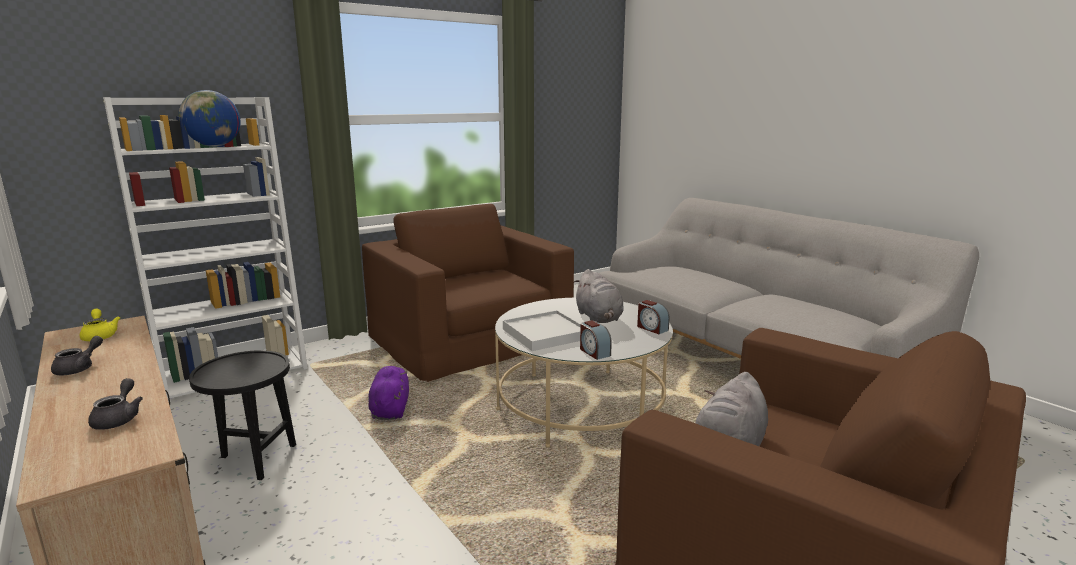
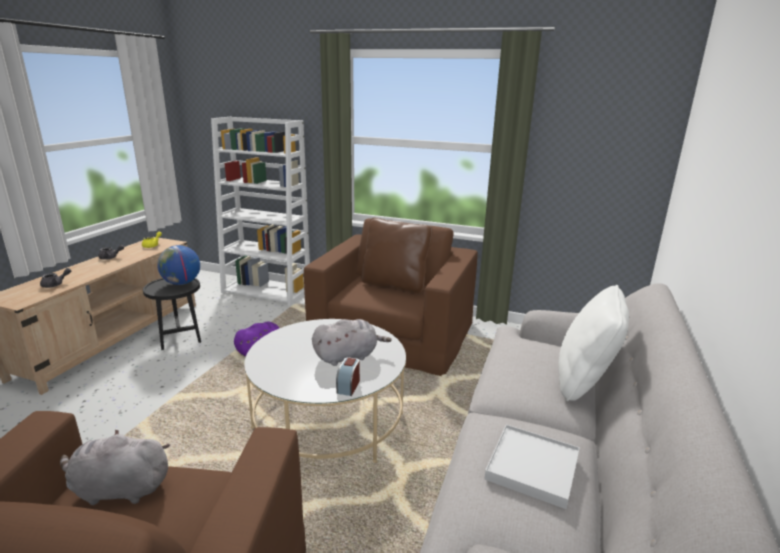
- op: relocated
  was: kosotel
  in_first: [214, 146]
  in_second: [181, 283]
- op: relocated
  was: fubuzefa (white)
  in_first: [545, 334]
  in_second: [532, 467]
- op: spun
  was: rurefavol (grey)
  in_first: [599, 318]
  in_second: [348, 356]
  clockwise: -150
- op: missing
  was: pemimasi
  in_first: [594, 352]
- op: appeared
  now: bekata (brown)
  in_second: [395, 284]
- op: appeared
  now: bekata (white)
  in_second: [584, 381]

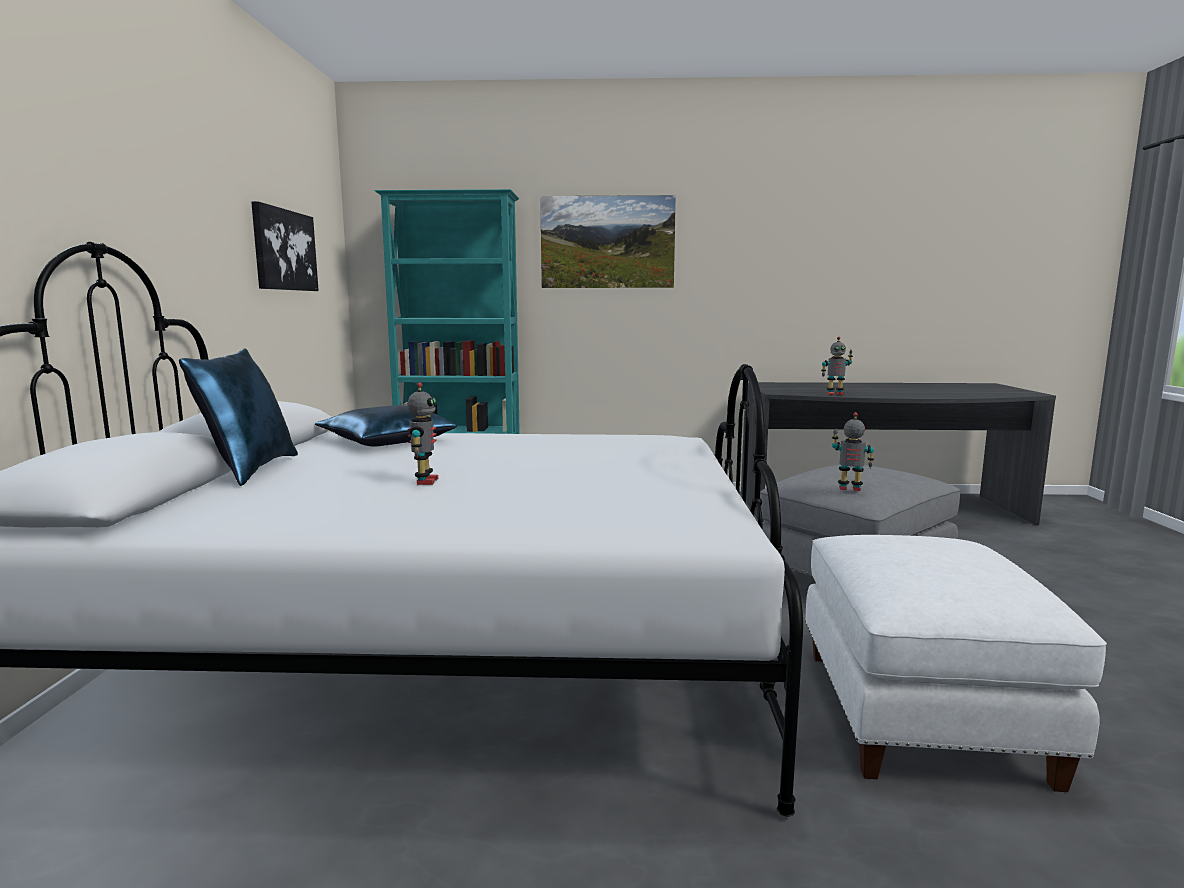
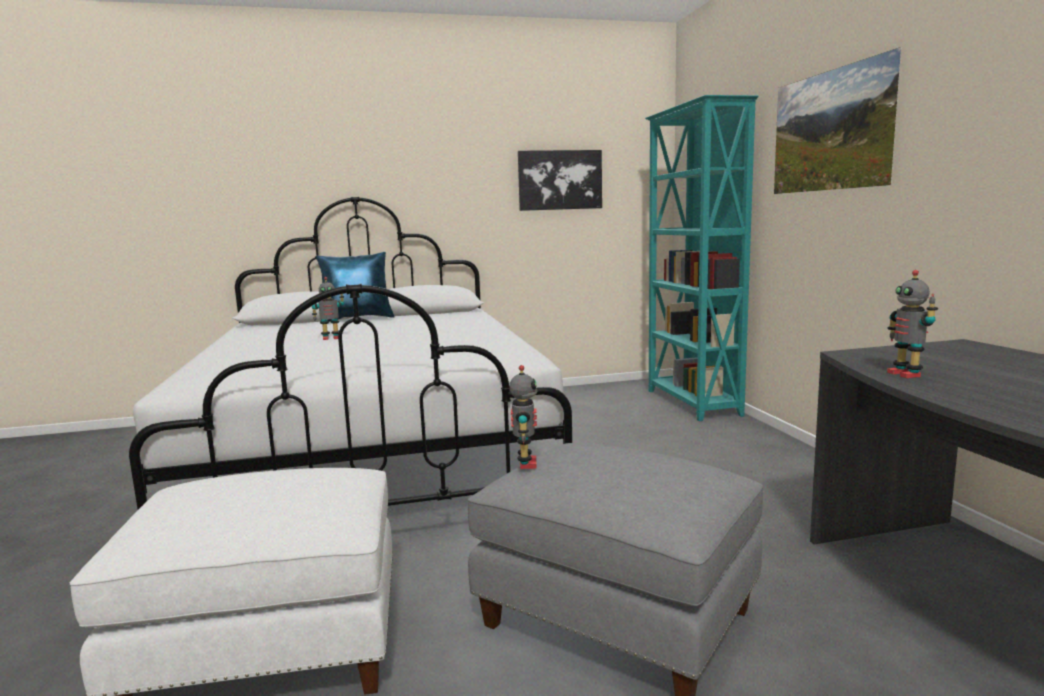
- op: missing
  was: bekata (blue)
  in_first: [387, 441]

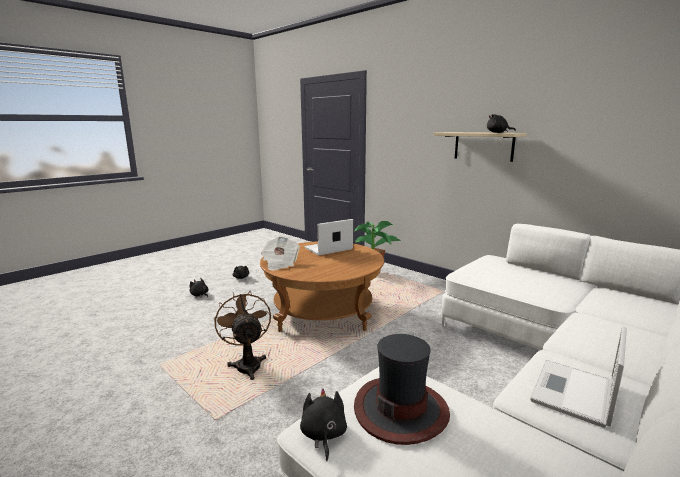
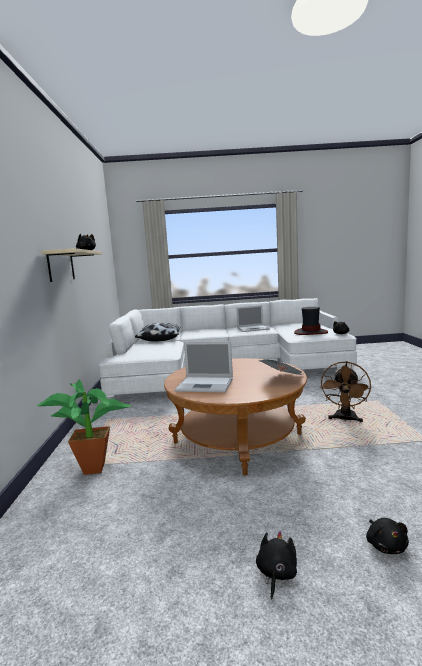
- op: appeared
  now: bekata
  in_second: [160, 339]

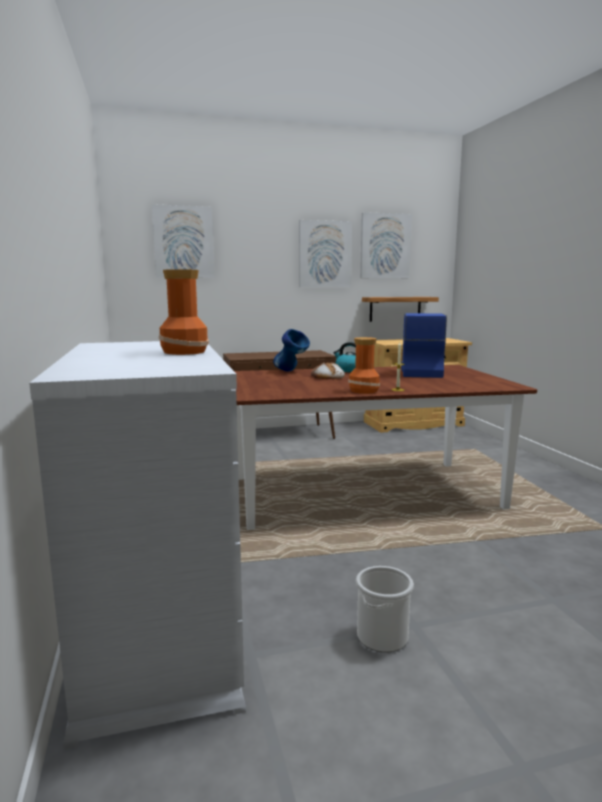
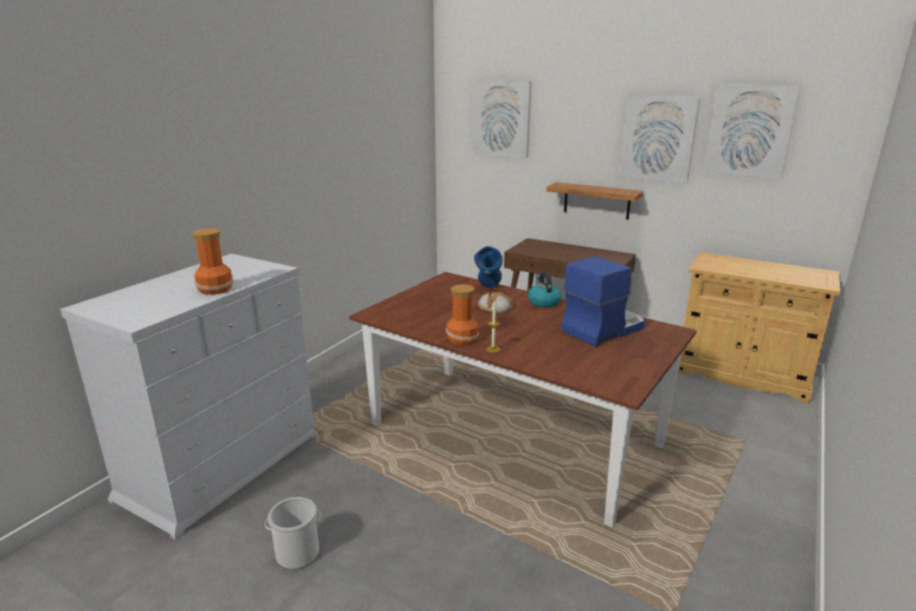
- op: relocated
  was: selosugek
  in_first: [395, 309]
  in_second: [596, 200]

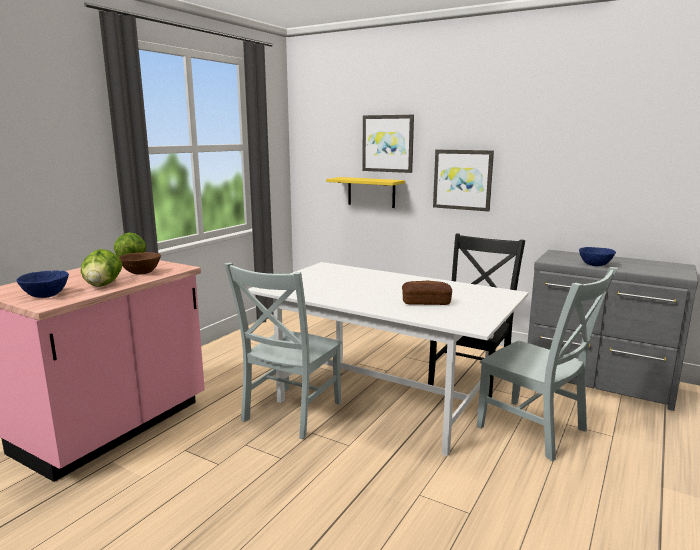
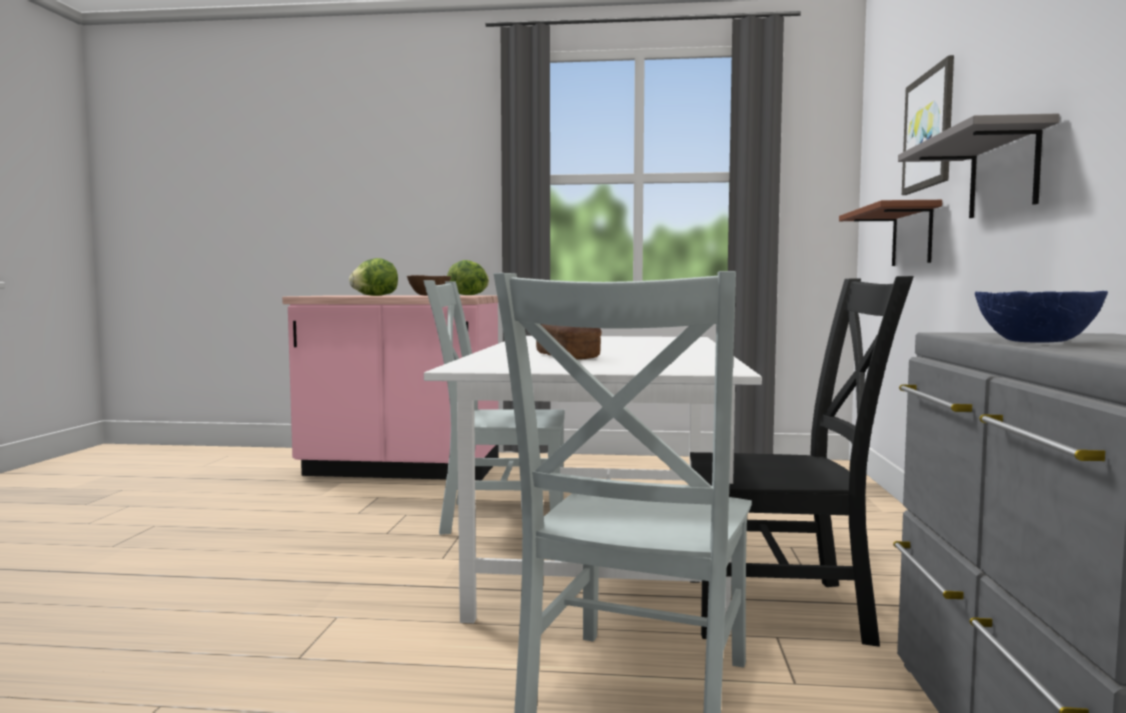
- op: missing
  was: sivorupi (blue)
  in_first: [46, 295]
- op: colour
  was: selosugek (yellow)
  now: selosugek (brown)
  in_first: [371, 192]
  in_second: [912, 236]
- op: exchanged
  was: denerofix
  now: selosugek (grey)
  in_first: [462, 179]
  in_second: [1003, 173]

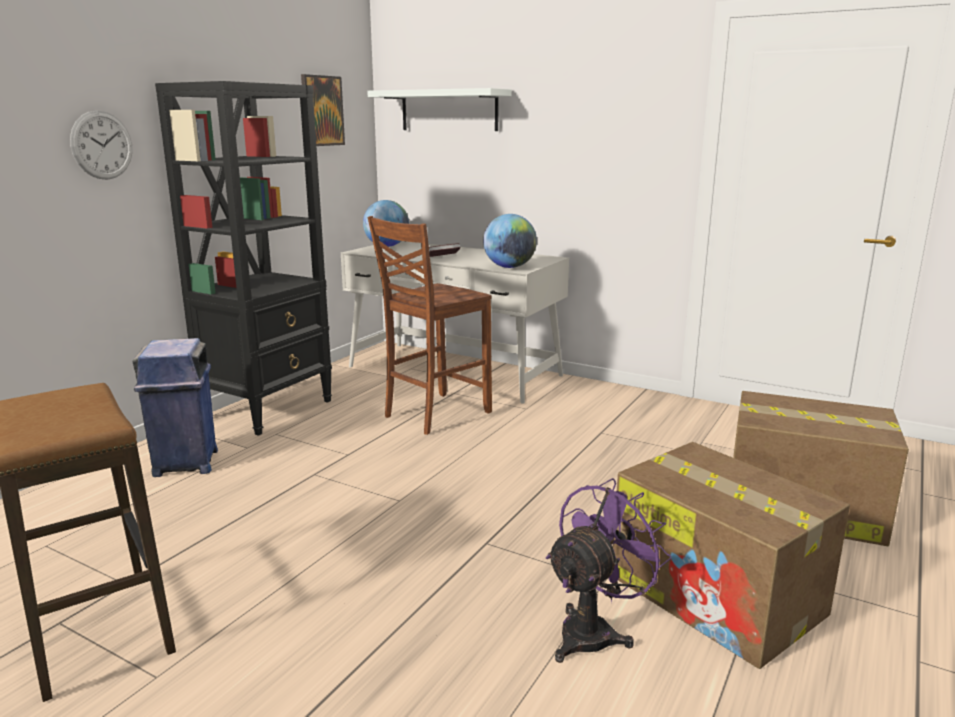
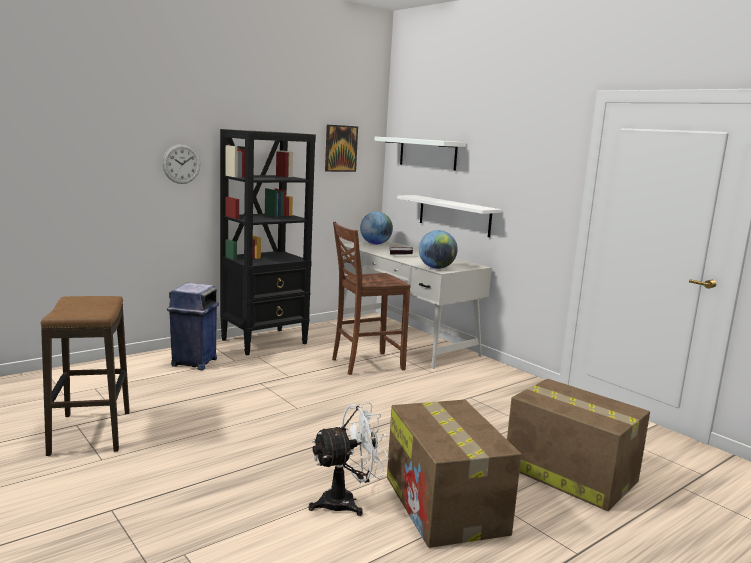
- op: colour
  was: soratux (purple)
  now: soratux (white)
  in_first: [594, 631]
  in_second: [346, 502]
- op: appeared
  now: selosugek (white)
  in_second: [454, 215]

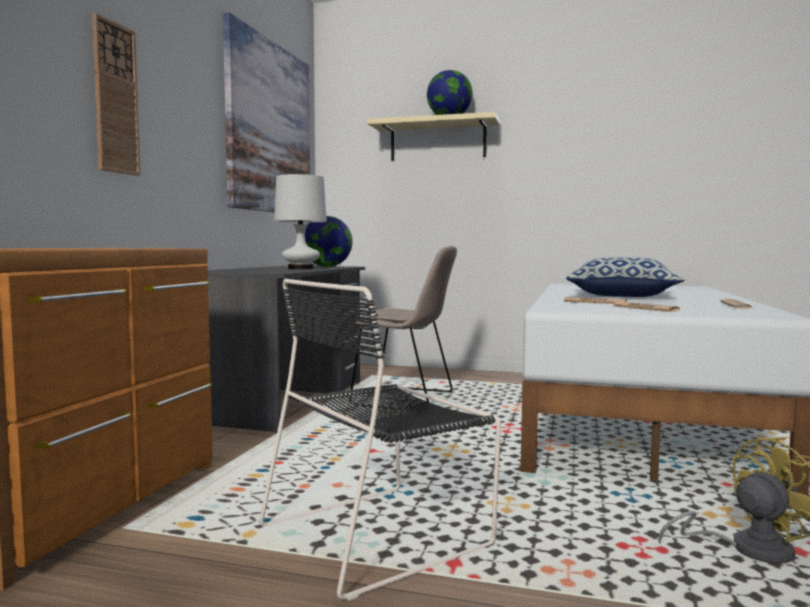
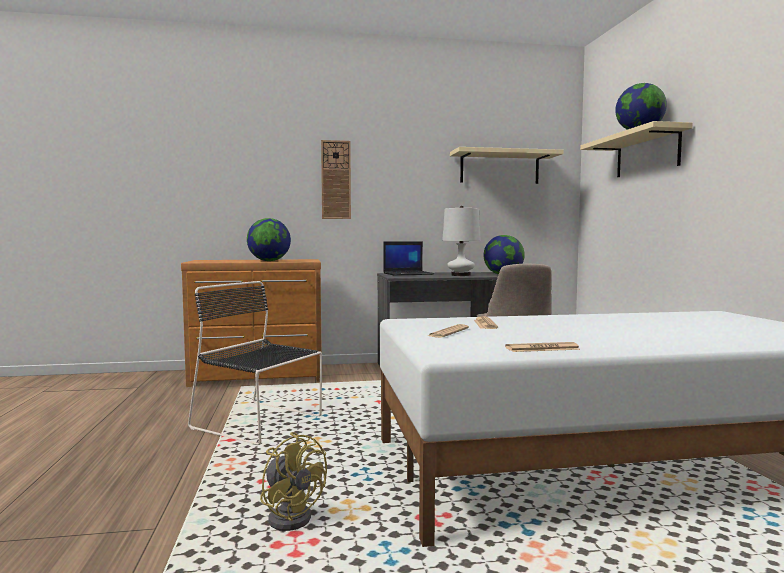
- op: exchanged
  was: denerofix
  now: selosugek (beige)
  in_first: [269, 128]
  in_second: [499, 168]
- op: missing
  was: bekata
  in_first: [622, 296]
- op: appeared
  now: kosotel
  in_second: [269, 261]
- op: appeared
  now: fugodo
  in_second: [408, 274]

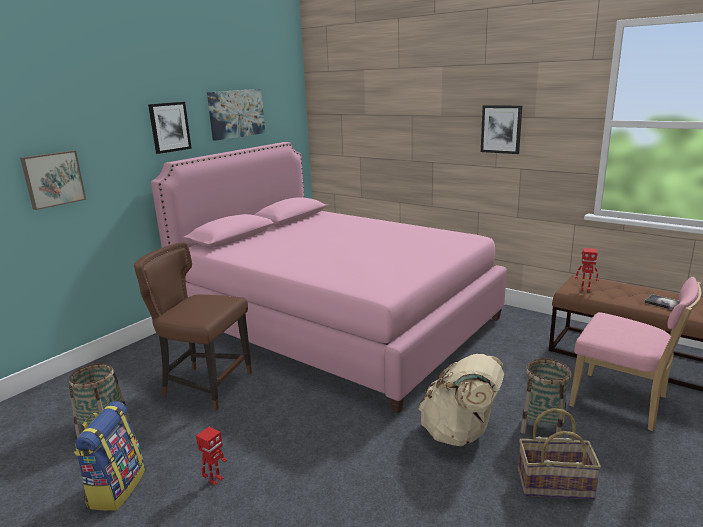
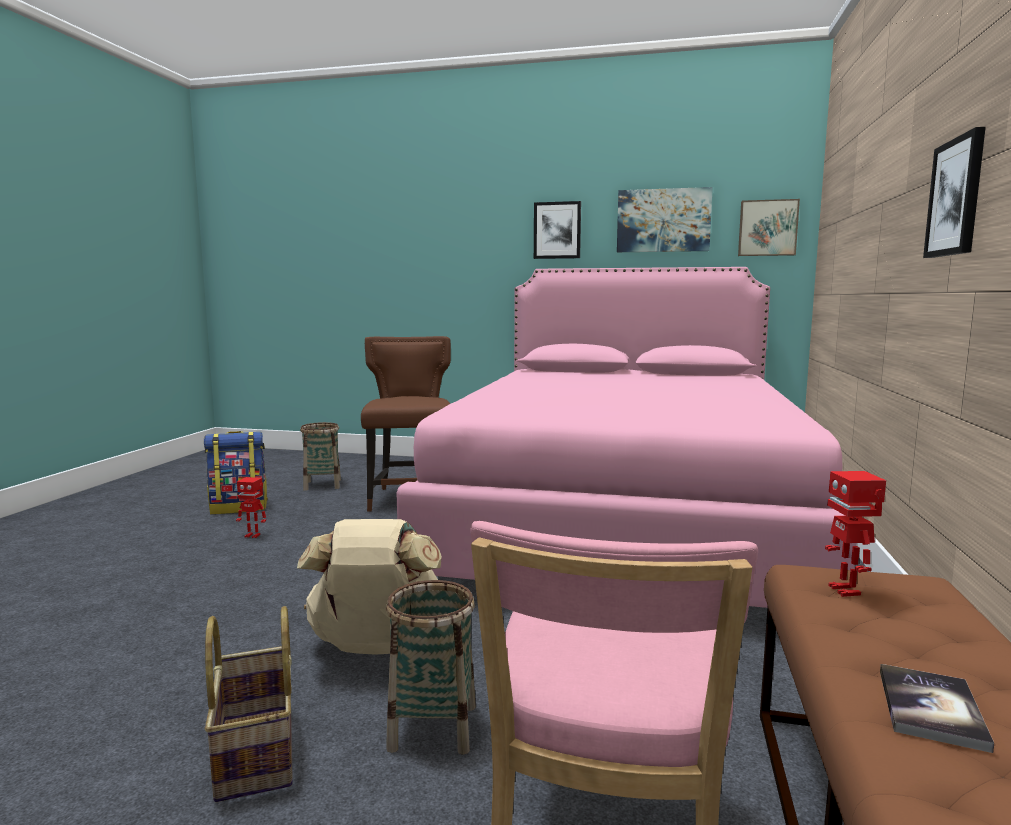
- op: relocated
  was: denerofix
  in_first: [53, 179]
  in_second: [767, 228]

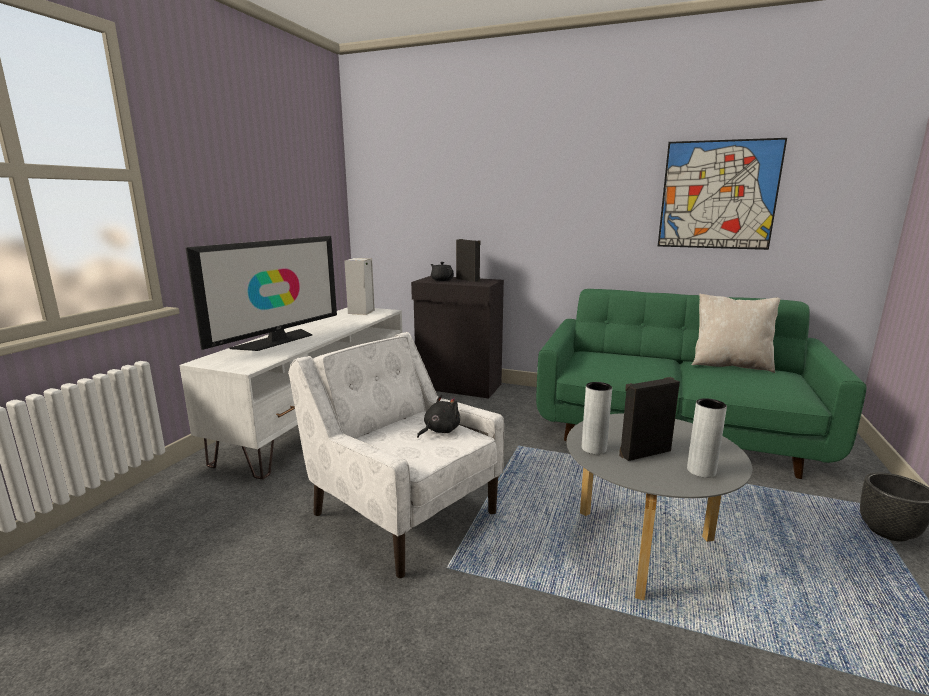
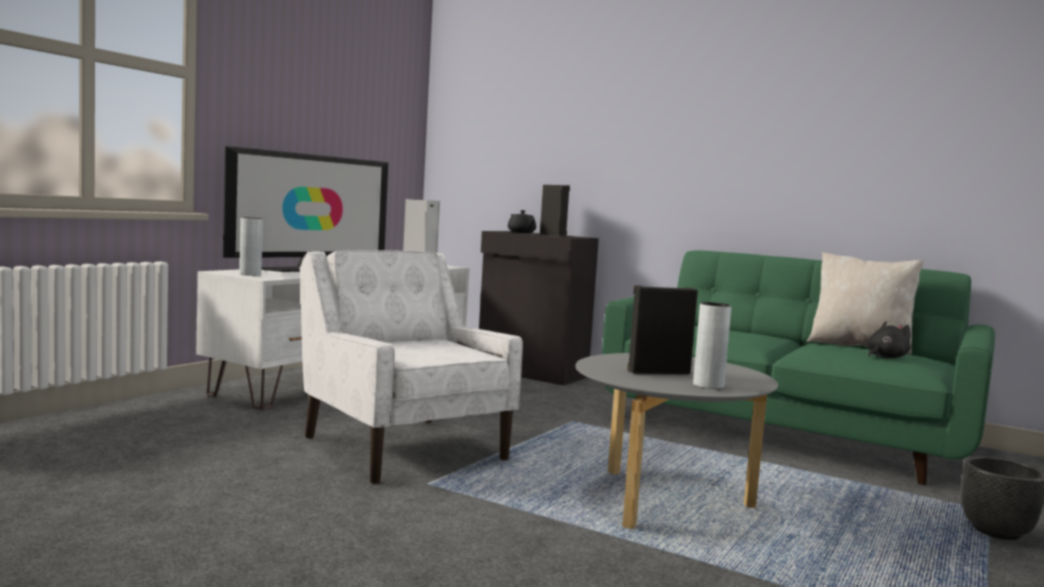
- op: relocated
  was: rurefavol (black)
  in_first: [439, 431]
  in_second: [885, 357]
- op: relocated
  was: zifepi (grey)
  in_first: [594, 448]
  in_second: [250, 274]
- op: missing
  was: denerofix
  in_first: [718, 195]

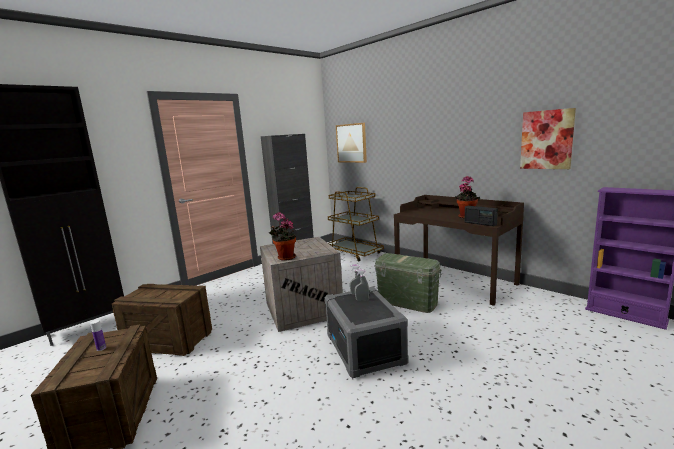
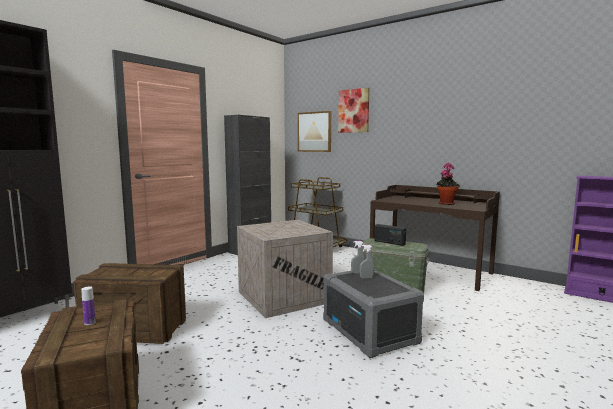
- op: missing
  was: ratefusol
  in_first: [285, 258]
- op: relocated
  was: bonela
  in_first: [480, 223]
  in_second: [389, 242]
- op: relocated
  was: denerofix
  in_first: [546, 140]
  in_second: [353, 111]

